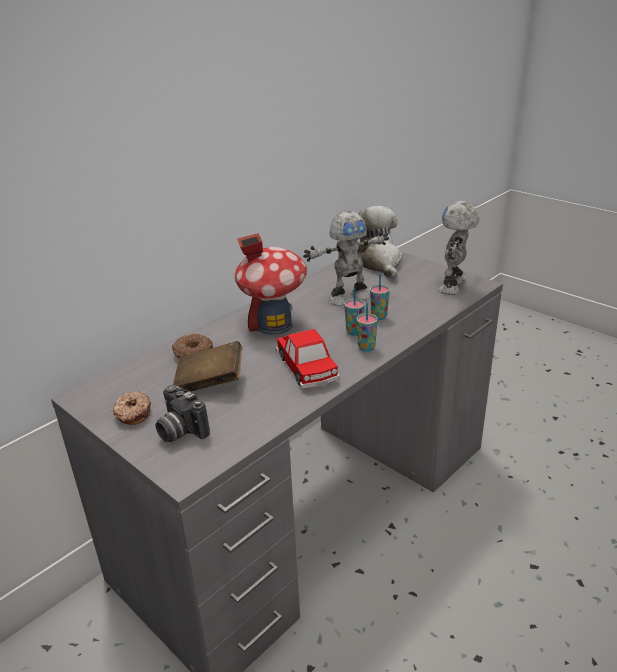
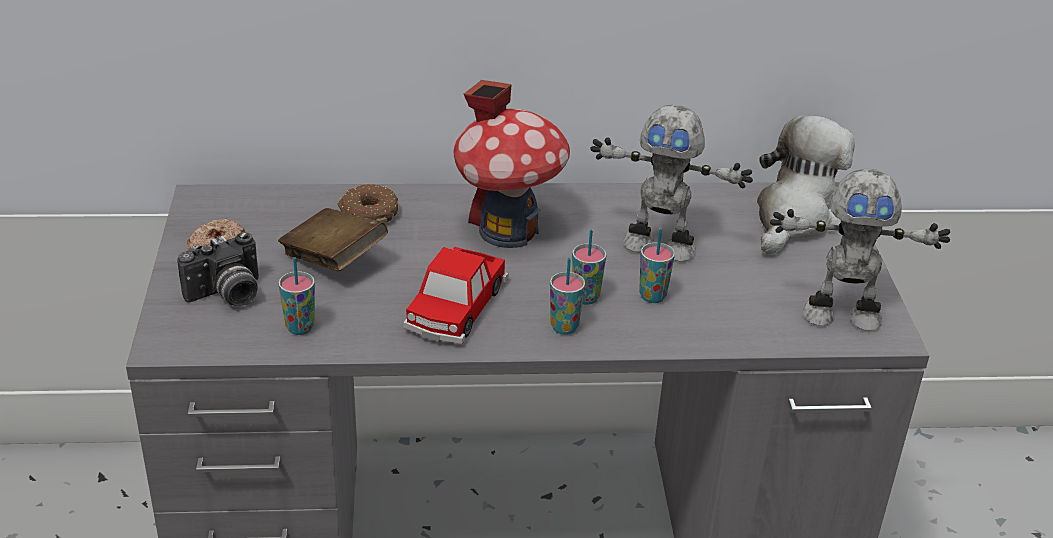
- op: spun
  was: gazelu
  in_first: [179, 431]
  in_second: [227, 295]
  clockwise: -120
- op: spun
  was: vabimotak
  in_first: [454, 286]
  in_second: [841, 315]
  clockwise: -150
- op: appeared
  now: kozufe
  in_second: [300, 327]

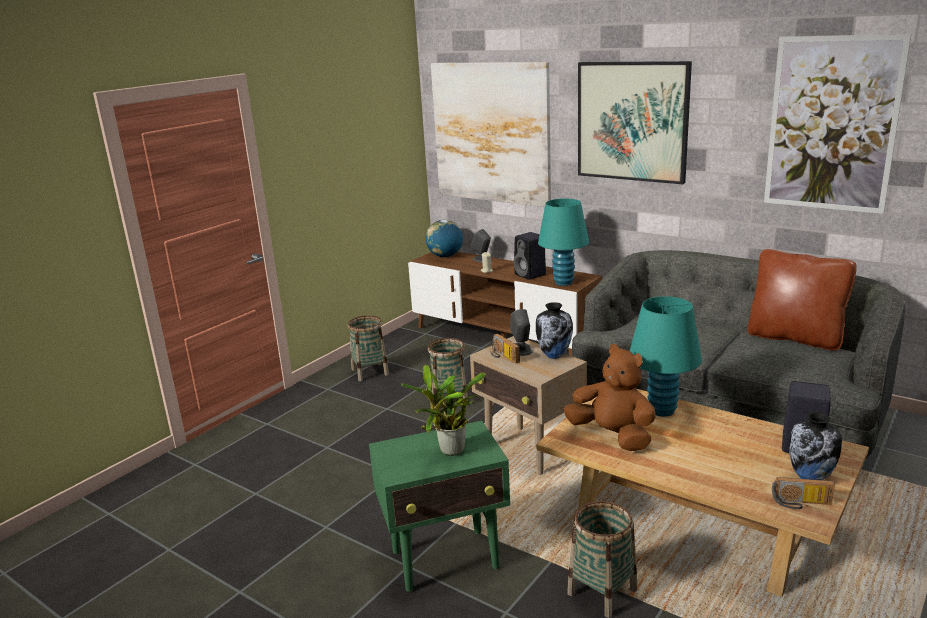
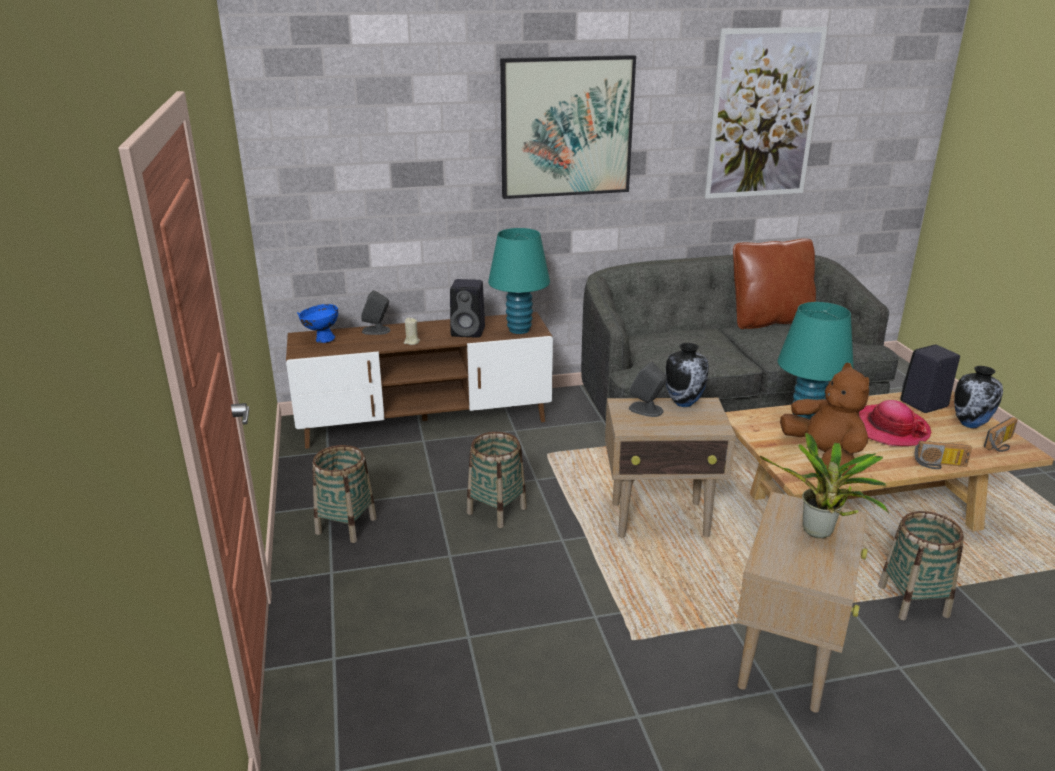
- op: colour
  was: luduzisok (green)
  now: luduzisok (beige)
  in_first: [446, 559]
  in_second: [787, 660]
- op: exchanged
  was: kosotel
  now: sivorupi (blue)
  in_first: [445, 256]
  in_second: [321, 339]
- op: missing
  was: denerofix
  in_first: [491, 133]
- op: relocated
  was: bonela
  in_first: [502, 356]
  in_second: [939, 465]
- op: spun
  was: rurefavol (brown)
  in_first: [613, 436]
  in_second: [823, 457]
  clockwise: 75
- op: appeared
  now: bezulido
  in_second: [888, 429]

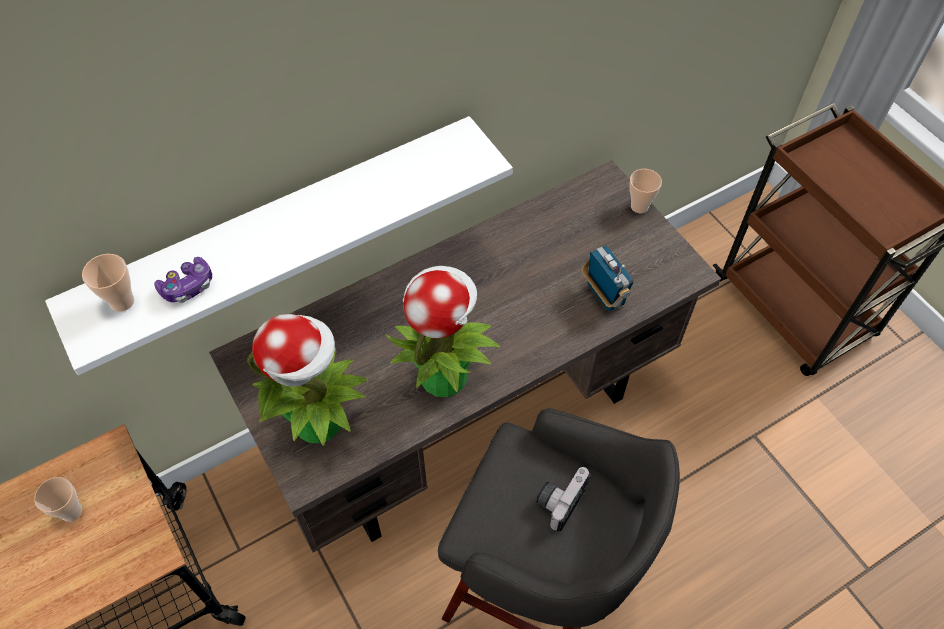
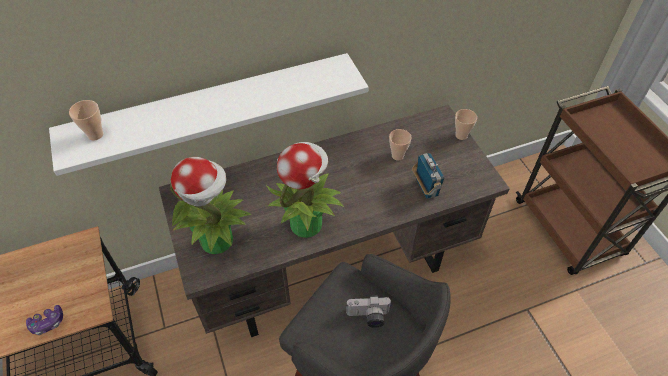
- op: relocated
  was: kozufe
  in_first: [71, 511]
  in_second: [397, 156]
- op: relocated
  was: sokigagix
  in_first: [188, 286]
  in_second: [47, 323]
- op: spun
  was: gazelu
  in_first: [559, 499]
  in_second: [368, 317]
  clockwise: -135

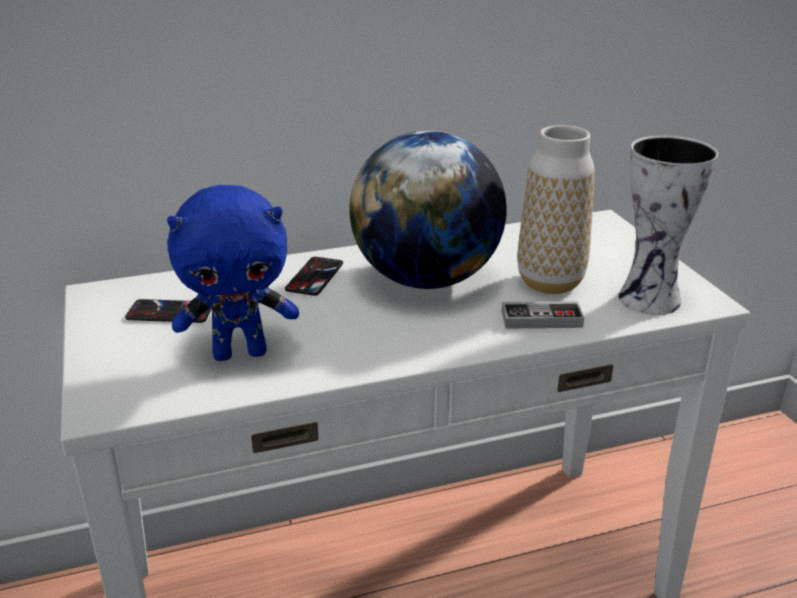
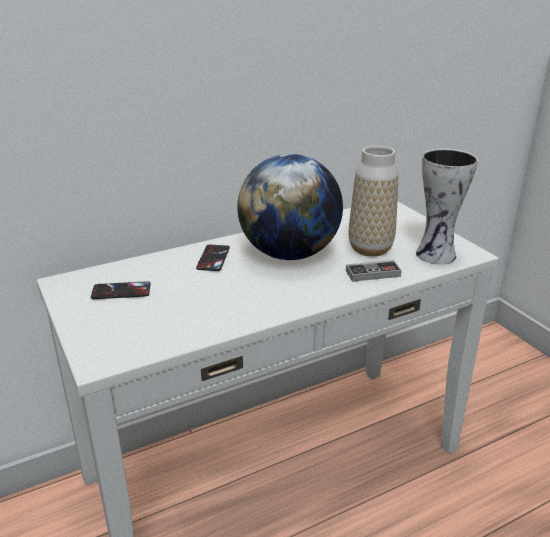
- op: missing
  was: rurefavol (blue)
  in_first: [241, 353]

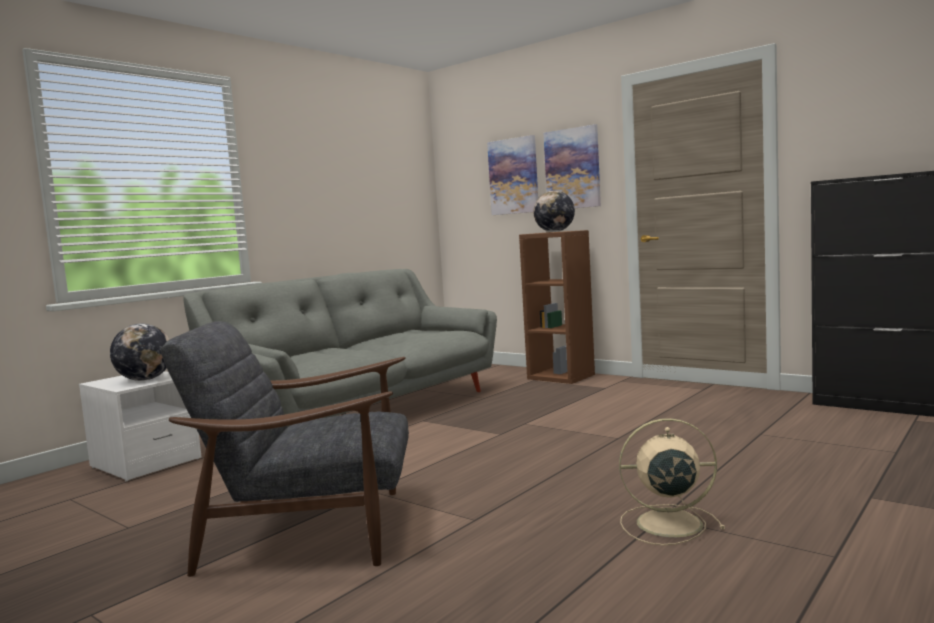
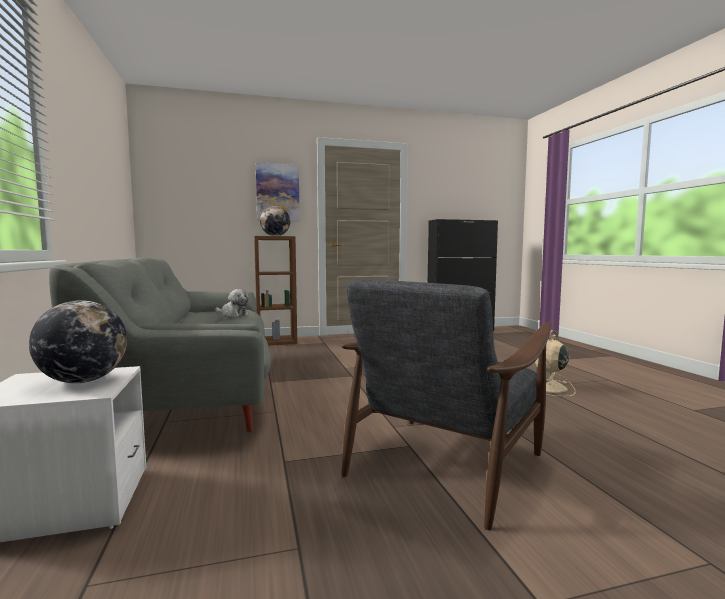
- op: missing
  was: denerofix
  in_first: [513, 176]
- op: appeared
  now: rurefavol
  in_second: [233, 314]

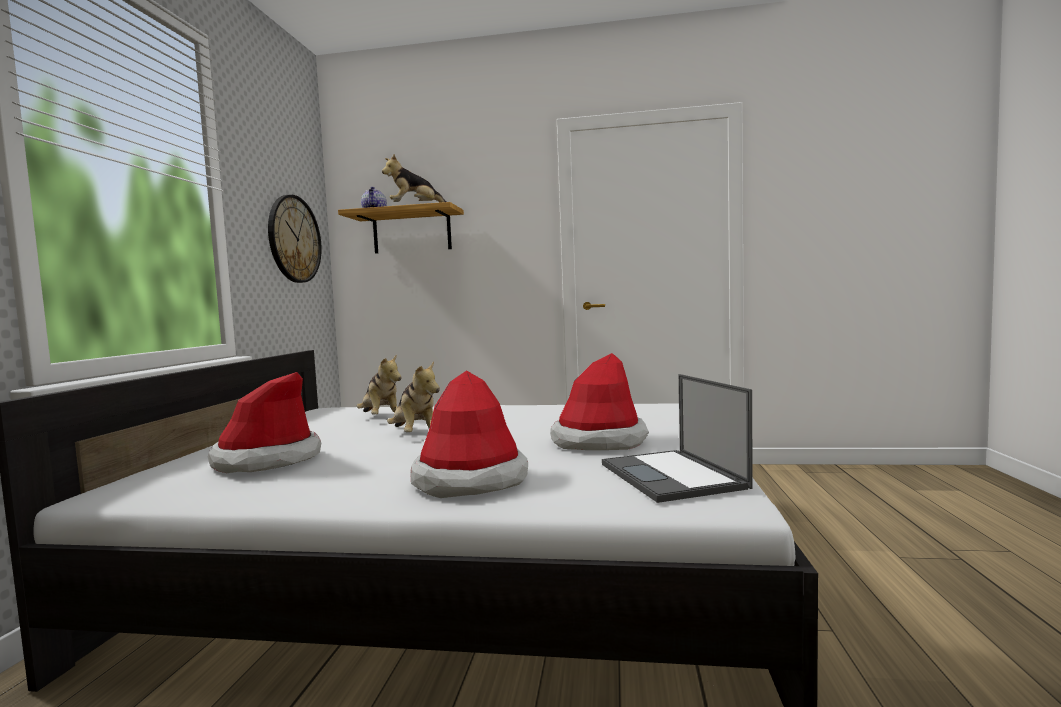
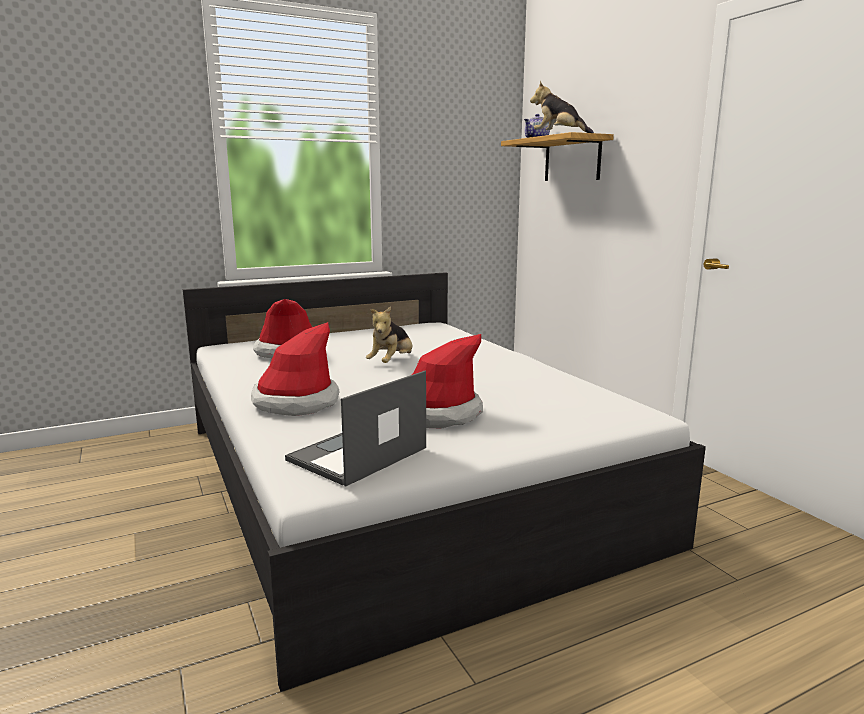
- op: missing
  was: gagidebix
  in_first: [294, 239]
- op: missing
  was: rurefavol
  in_first: [380, 418]

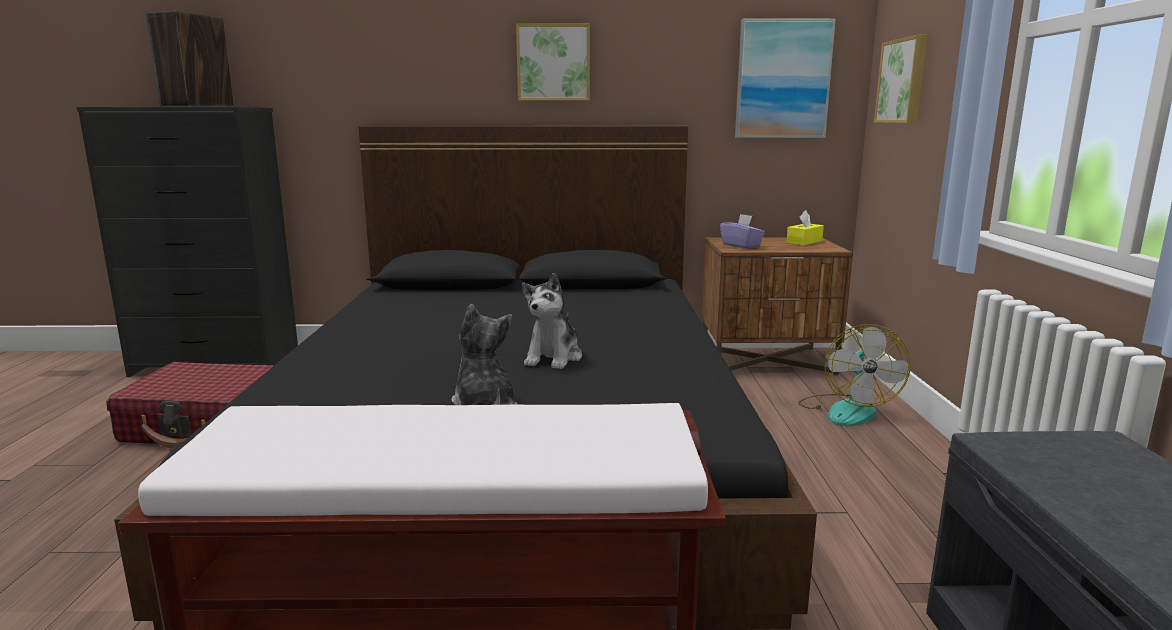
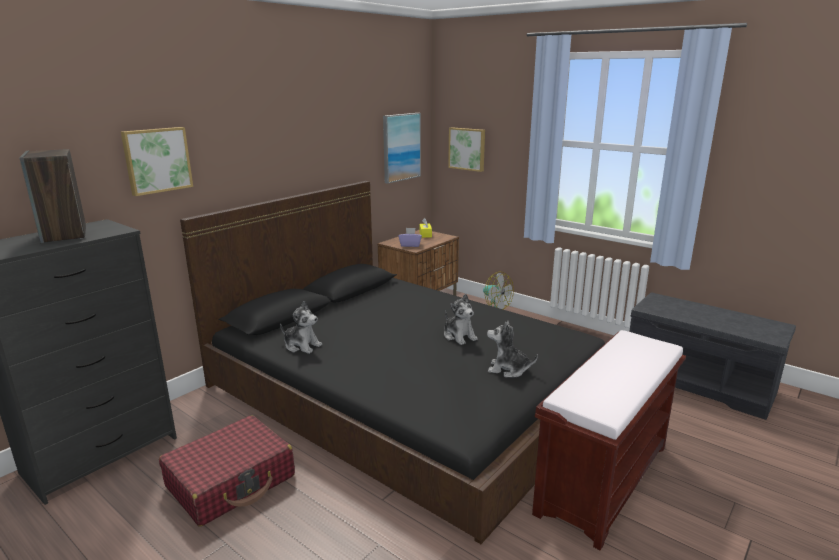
- op: relocated
  was: denerofix
  in_first: [553, 63]
  in_second: [157, 160]
- op: appeared
  now: rurefavol
  in_second: [302, 346]

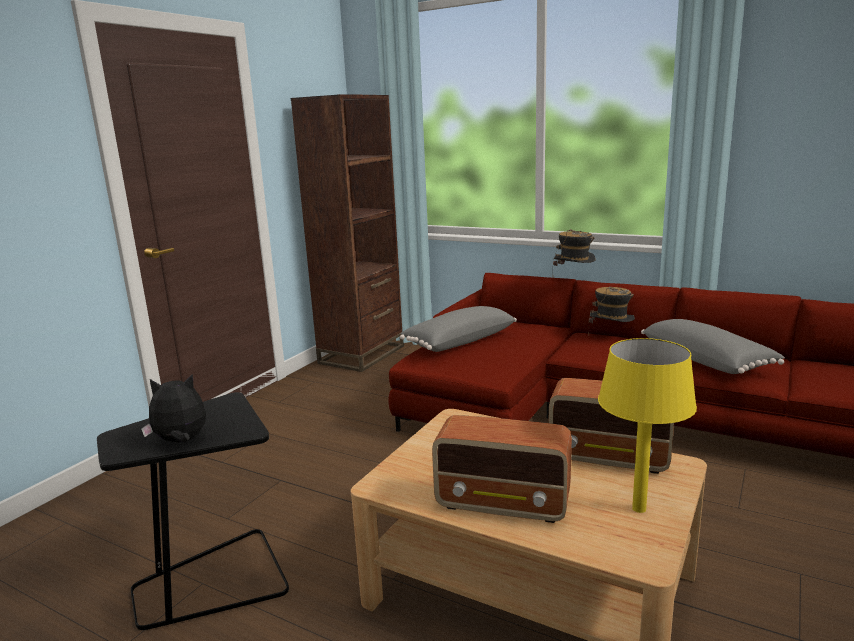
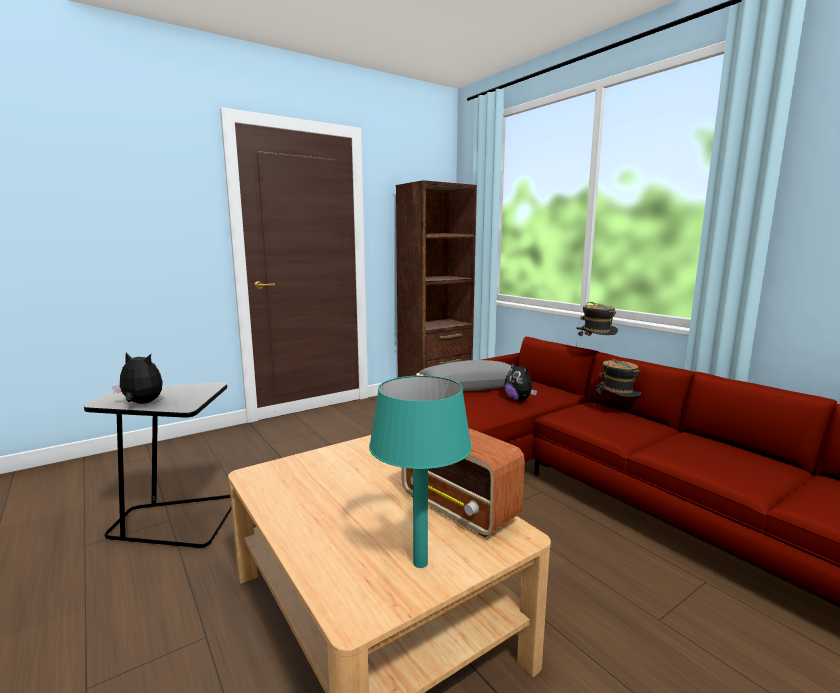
- op: missing
  was: bonela
  in_first: [504, 504]
- op: colour
  was: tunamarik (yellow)
  now: tunamarik (turquoise)
  in_first: [638, 508]
  in_second: [420, 562]
- op: missing
  was: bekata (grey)
  in_first: [707, 360]
- op: appeared
  now: rurefavol
  in_second: [519, 400]

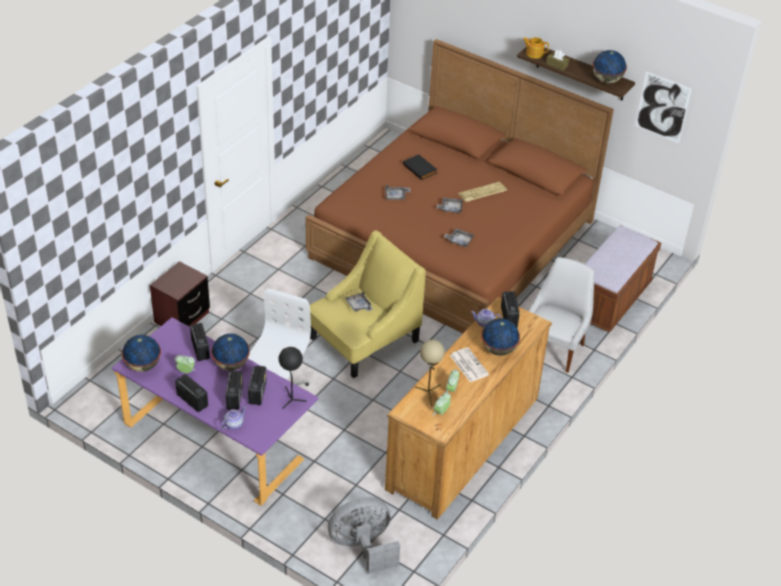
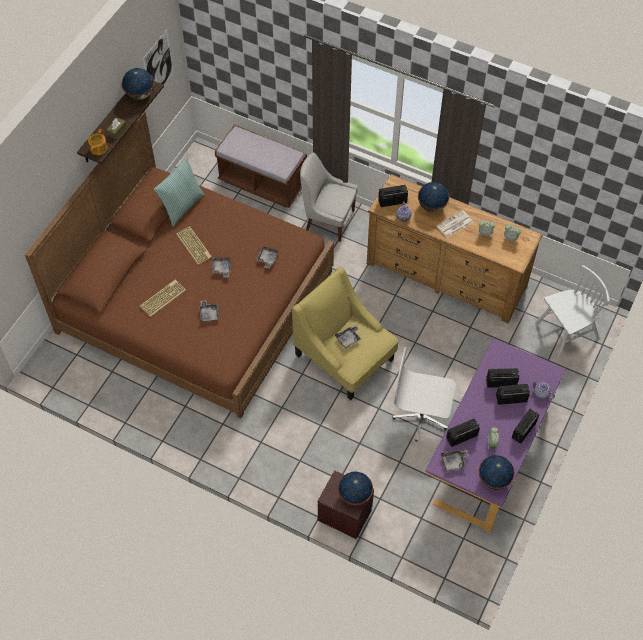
- op: relocated
  was: kosotel
  in_first: [231, 365]
  in_second: [355, 495]
- op: missing
  was: tunamarik (black)
  in_first: [291, 398]
- op: exchanged
  was: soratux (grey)
  now: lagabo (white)
  in_first: [363, 547]
  in_second: [566, 331]
- op: exchanged
  was: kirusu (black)
  now: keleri
  in_first: [420, 168]
  in_second: [162, 298]
- op: missing
  was: tunamarik (beige)
  in_first: [429, 393]
- op: appeared
  now: bekata
  in_second: [182, 206]
- op: appeared
  now: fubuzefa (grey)
  in_second: [454, 462]

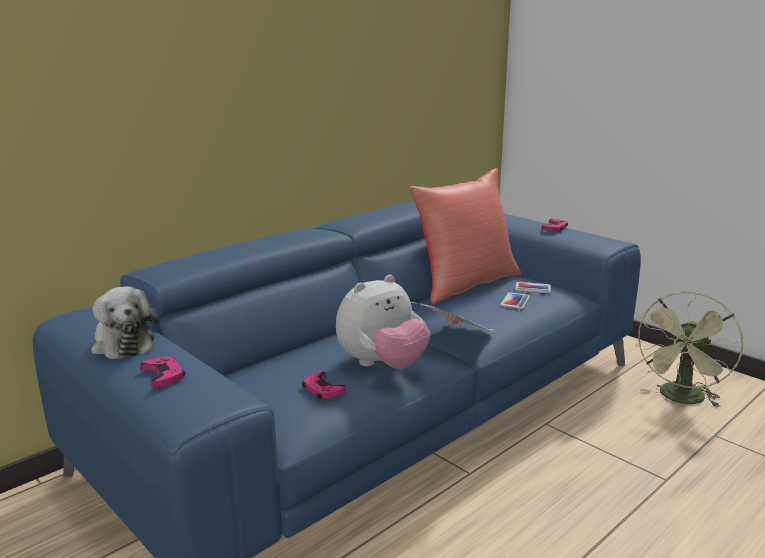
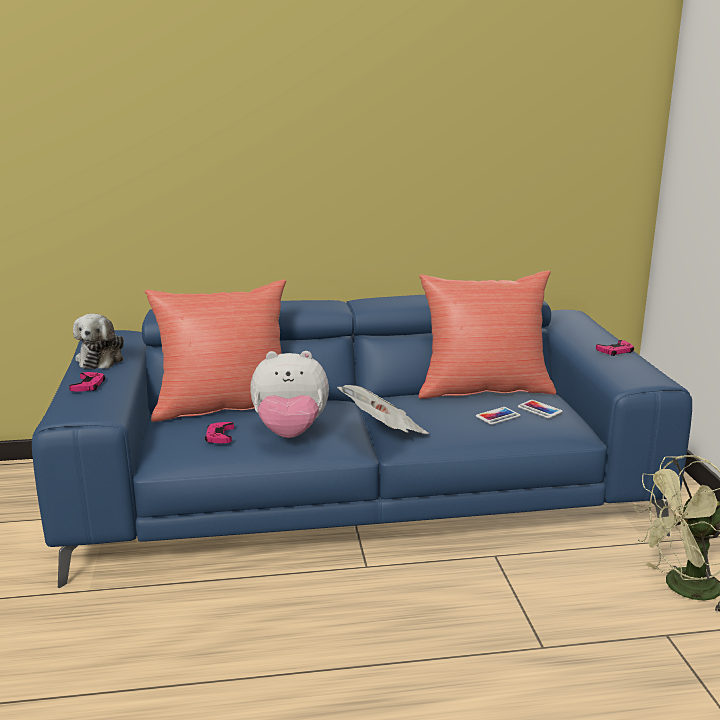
- op: appeared
  now: bekata (red)
  in_second: [224, 406]

